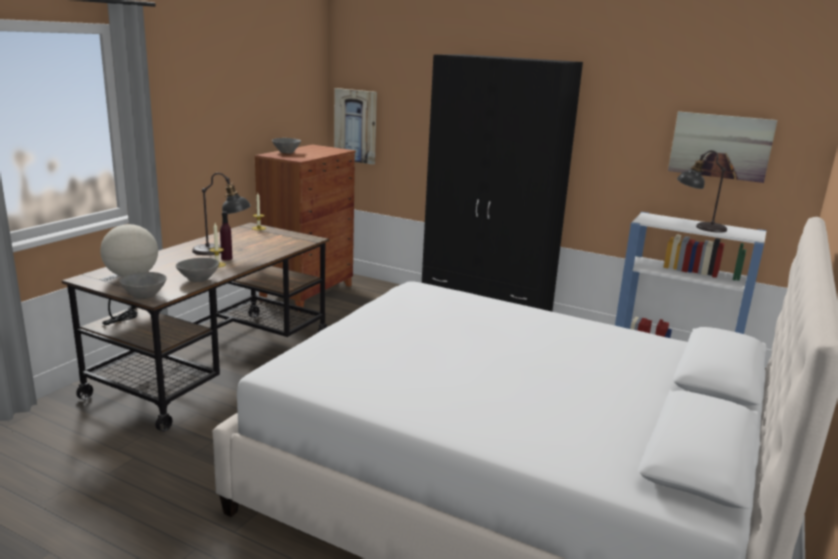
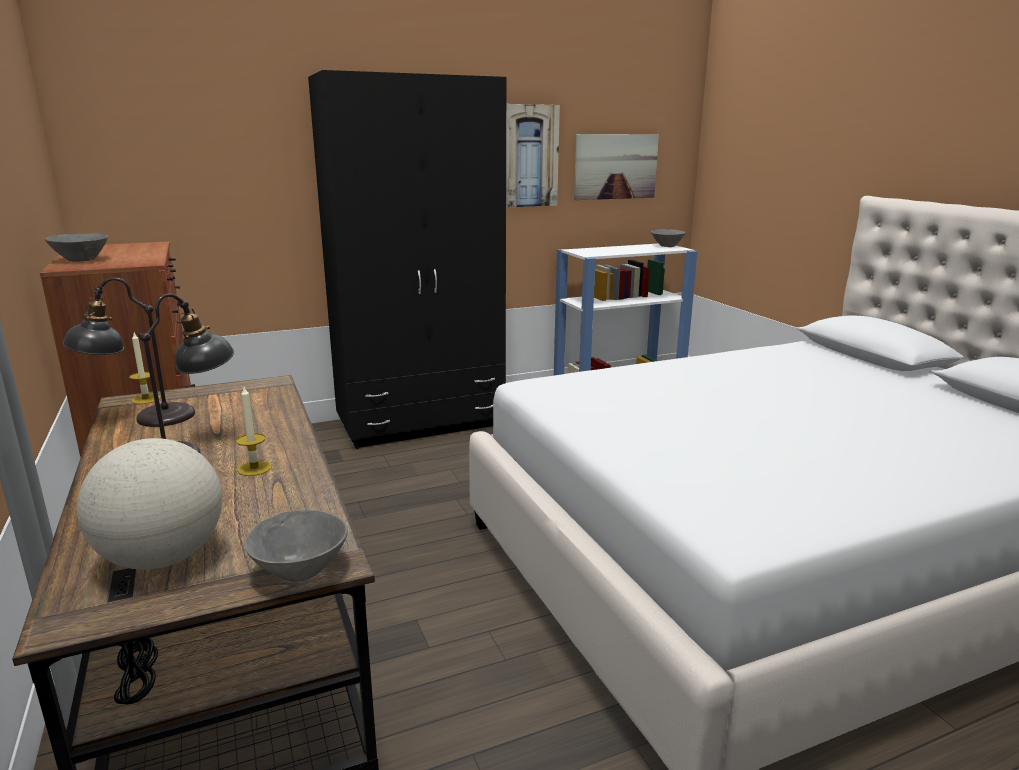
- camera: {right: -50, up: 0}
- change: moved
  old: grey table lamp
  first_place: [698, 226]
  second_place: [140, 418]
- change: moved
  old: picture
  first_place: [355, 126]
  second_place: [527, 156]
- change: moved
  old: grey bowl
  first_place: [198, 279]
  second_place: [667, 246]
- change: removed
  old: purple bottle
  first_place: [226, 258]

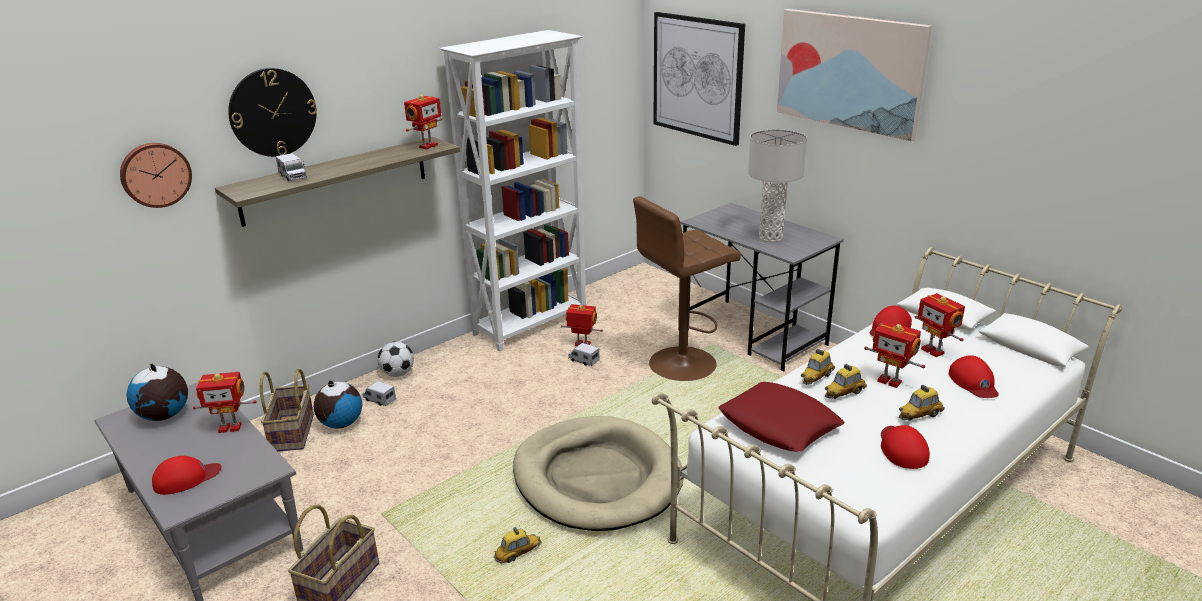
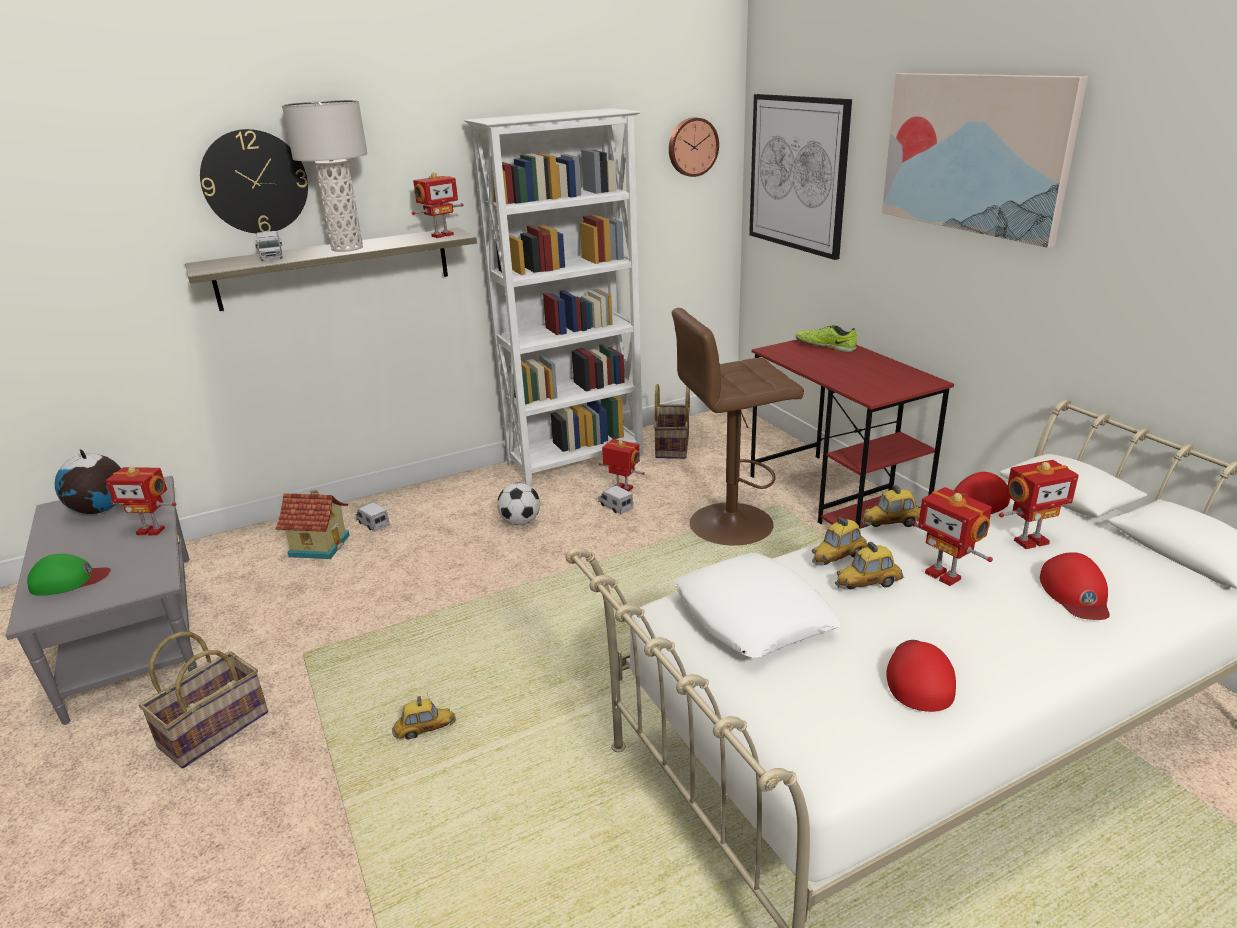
- camera: {right: 15, up: 0}
- change: recoloured
  old: red cap
  new: green cap
  first_place: [186, 478]
  second_place: [69, 580]
- change: replaced
  old: globe
  new: toy house
  first_place: [341, 424]
  second_place: [320, 545]
- change: moved
  old: white table lamp
  first_place: [771, 238]
  second_place: [346, 248]
- change: moved
  old: football
  first_place: [398, 374]
  second_place: [520, 522]
- change: moved
  old: basket
  first_place: [293, 433]
  second_place: [673, 446]
- change: moved
  old: wall clock
  first_place: [155, 174]
  second_place: [692, 147]
- change: recoloured
  old: red pillow
  new: white pillow
  first_place: [779, 425]
  second_place: [753, 615]
- change: recoloured
  old: grey desk
  new: red desk
  first_place: [753, 334]
  second_place: [835, 498]
- change: added
  new: shoe
  second_place: [825, 346]
- change: moved
  old: toy car
  first_place: [919, 416]
  second_place: [891, 524]
- change: turned
  old: toy robot
  first_place: [933, 351]
  second_place: [1029, 541]
  degrees: -90
- change: removed
  old: beige dog bed
  first_place: [596, 478]

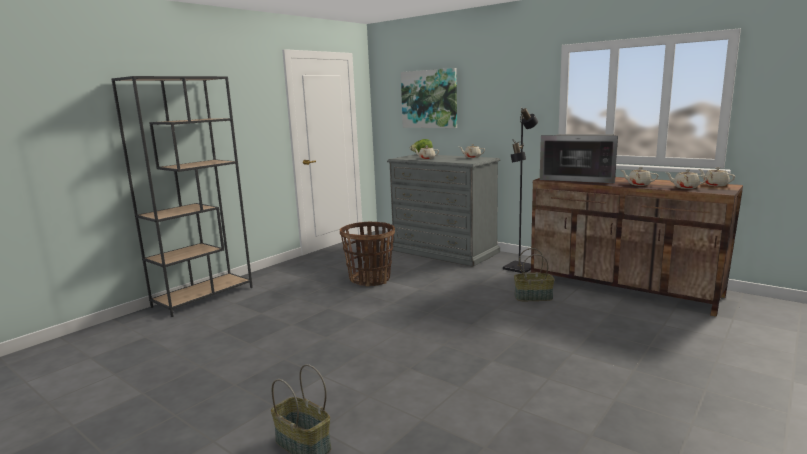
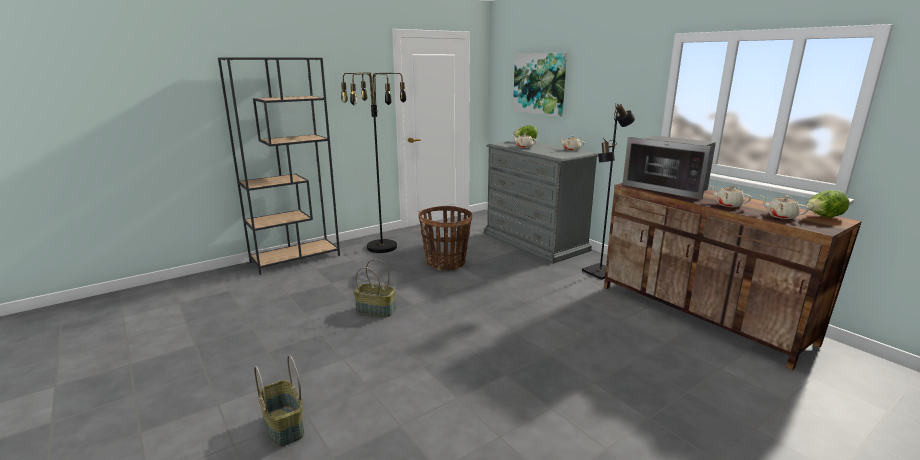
- camera: {right: 15, up: 5}
- change: added
  new: floor lamp
  second_place: [381, 247]
- change: moved
  old: basket
  first_place: [533, 297]
  second_place: [376, 310]
- change: replaced
  old: beige teapot
  new: lettuce
  first_place: [715, 185]
  second_place: [823, 217]

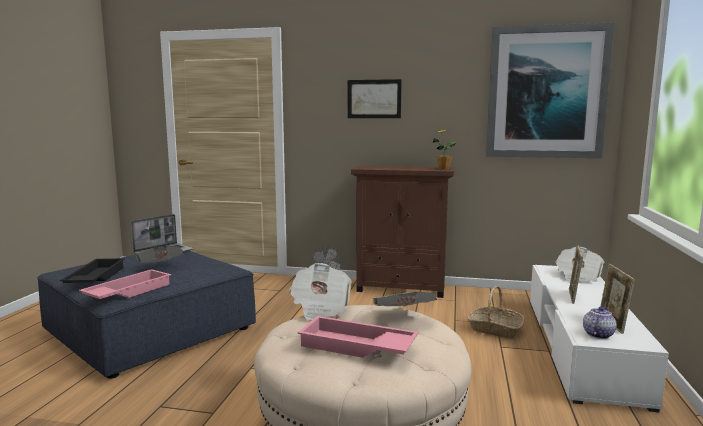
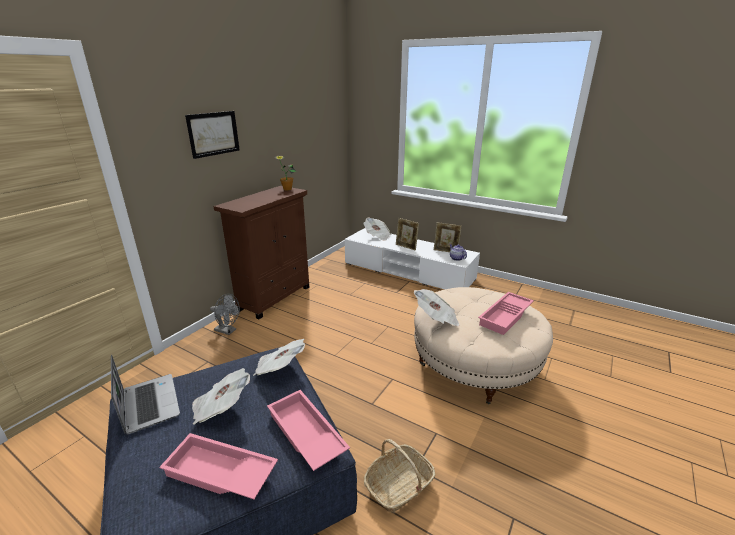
- camera: {right: -70, up: 15}
- change: recoloured
  old: black tray
  new: pink tray
  first_place: [94, 278]
  second_place: [219, 474]
- change: moved
  old: newspaper
  first_place: [403, 317]
  second_place: [280, 368]
- change: moved
  old: basket
  first_place: [495, 329]
  second_place: [399, 485]
- change: removed
  old: picture
  first_place: [546, 93]

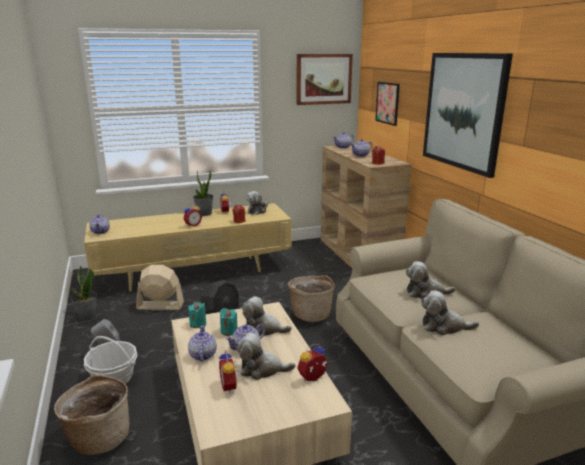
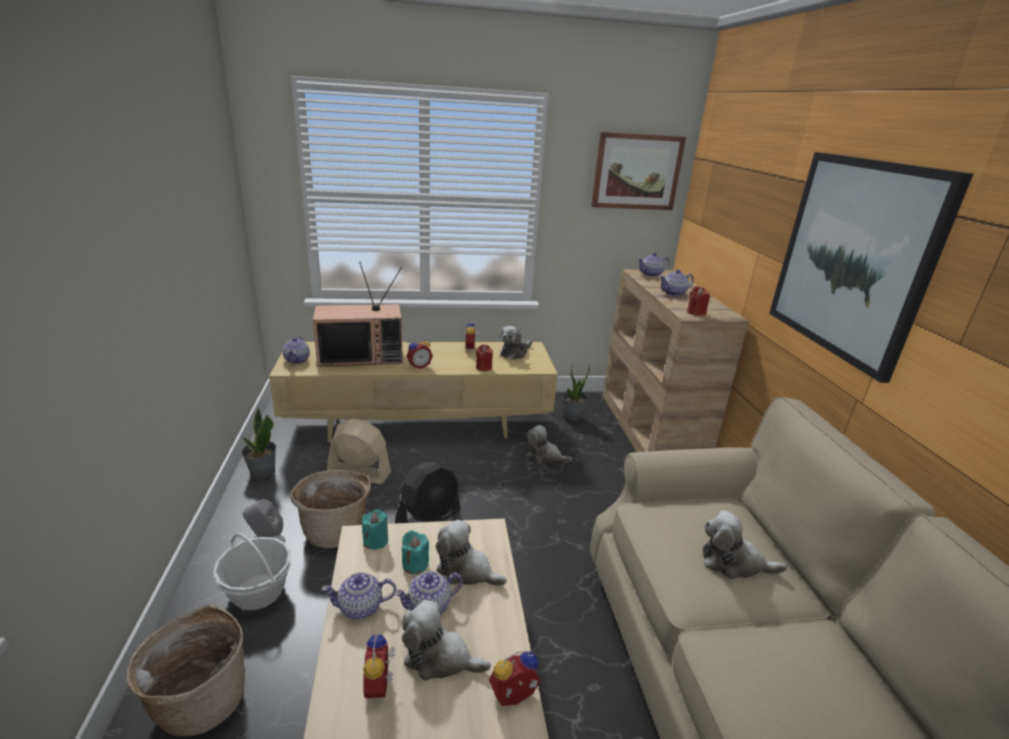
- camera: {right: 10, up: 5}
- change: moved
  old: basket
  first_place: [311, 314]
  second_place: [336, 530]
- change: added
  new: television
  second_place: [362, 356]
- change: turned
  old: teapot
  first_place: [202, 355]
  second_place: [361, 607]
  degrees: -105
- change: moved
  old: plush toy
  first_place: [444, 326]
  second_place: [544, 456]
- change: moved
  old: potted plant
  first_place: [204, 213]
  second_place: [572, 416]
- change: removed
  old: picture
  first_place: [387, 103]

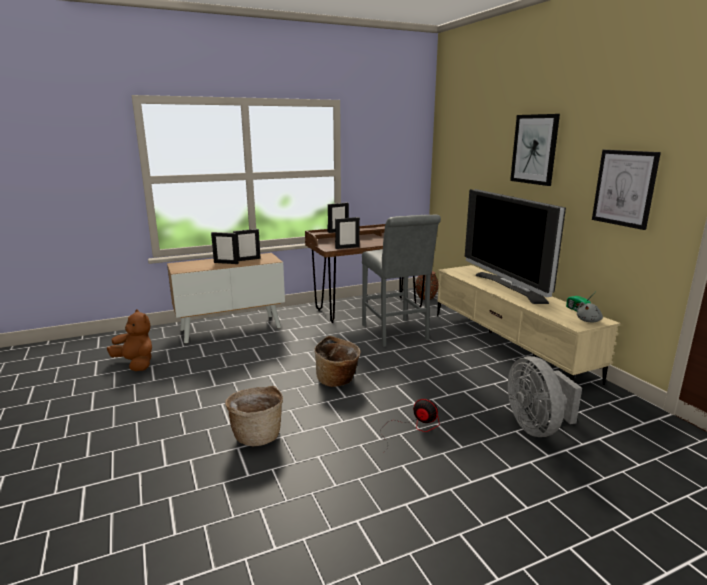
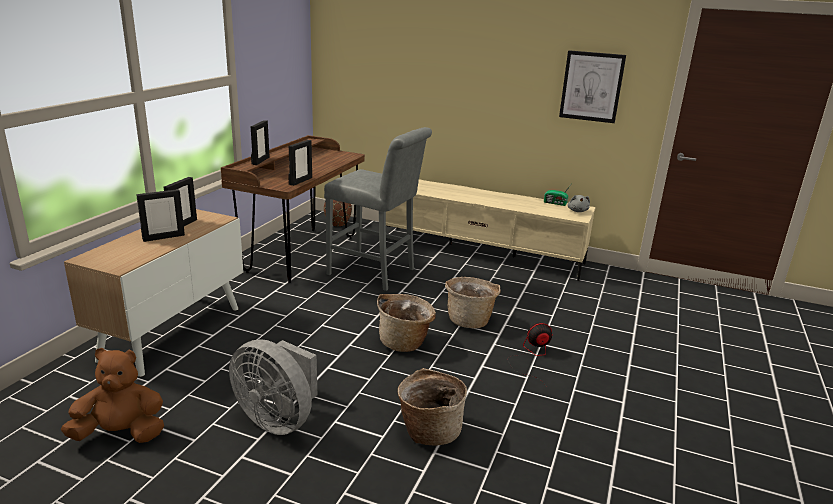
- camera: {right: -45, up: 5}
- change: moved
  old: grey fan
  first_place: [537, 427]
  second_place: [278, 419]
- change: added
  new: basket
  second_place: [470, 320]
- change: removed
  old: television
  first_place: [509, 287]
- change: removed
  old: picture
  first_place: [534, 149]

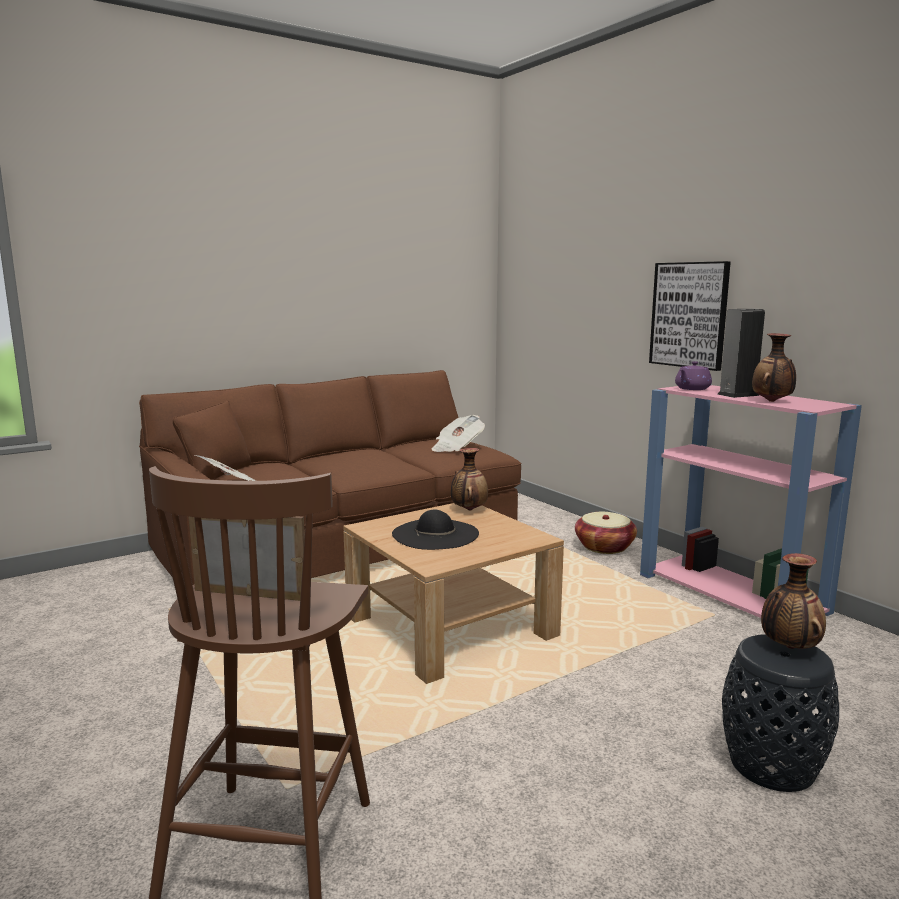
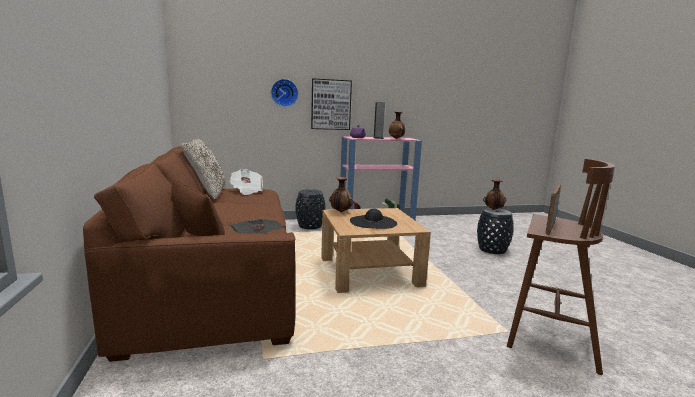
- camera: {right: -70, up: 0}
- change: added
  new: beige pillow
  second_place: [207, 192]
- change: added
  new: wall clock
  second_place: [284, 93]
- change: replaced
  old: basket
  new: black stool
  first_place: [604, 547]
  second_place: [310, 226]

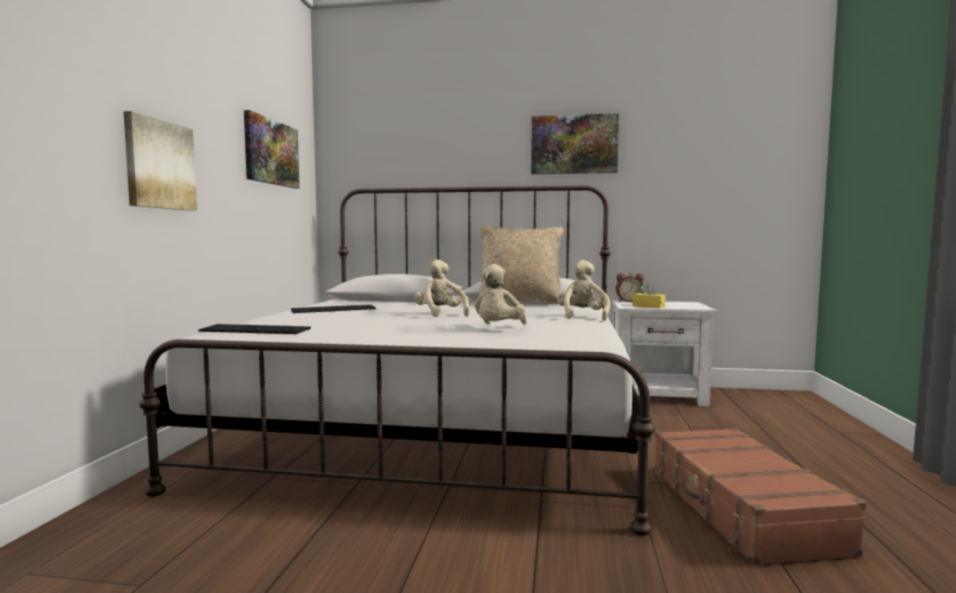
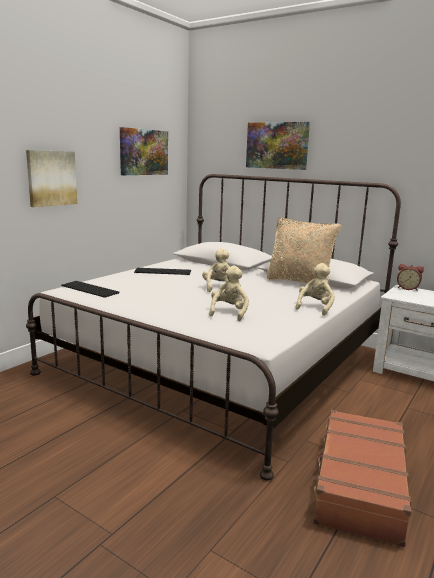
- camera: {right: 25, up: 10}
- change: turned
  old: beige plush toy
  first_place: [498, 329]
  second_place: [229, 313]
  degrees: 150
- change: moved
  old: picture
  first_place: [574, 144]
  second_place: [277, 145]
- change: removed
  old: yellow tissue box
  first_place: [648, 306]

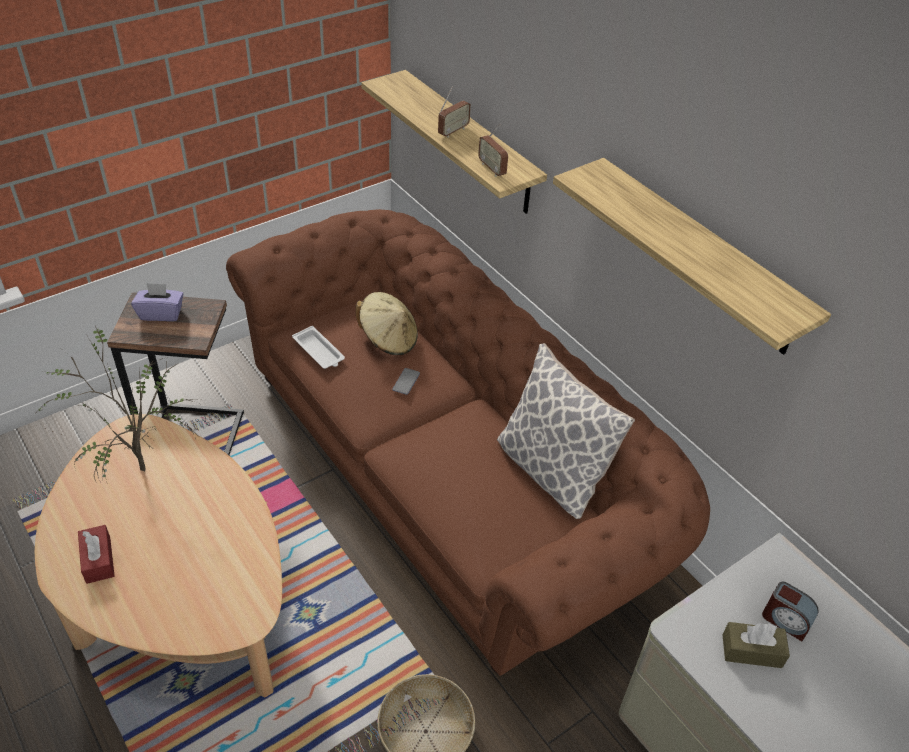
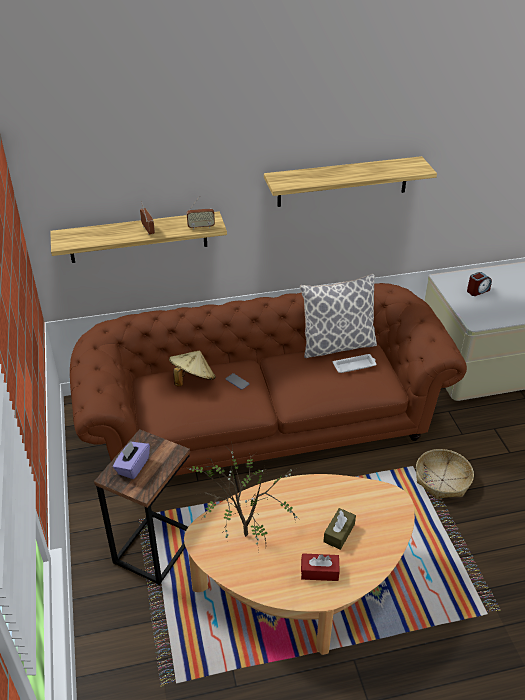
- camera: {right: -65, up: -5}
- change: moved
  old: brown tissue box
  first_place: [751, 651]
  second_place: [339, 533]
- change: moved
  old: white tray
  first_place: [319, 351]
  second_place: [355, 366]

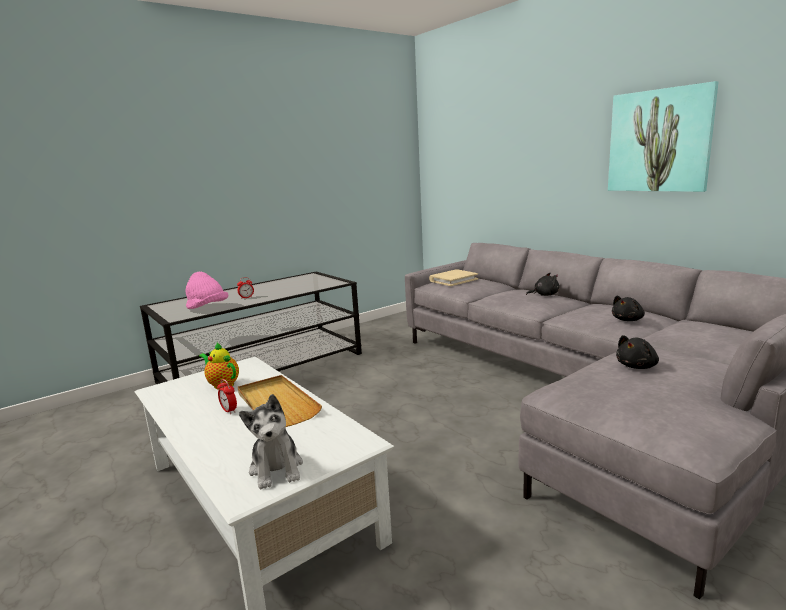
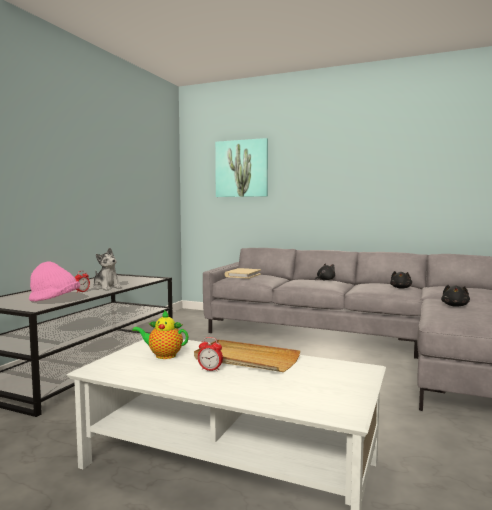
- camera: {right: -30, up: -10}
- change: moved
  old: plush toy
  first_place: [277, 468]
  second_place: [107, 287]
- change: moved
  old: picture
  first_place: [659, 141]
  second_place: [241, 168]

